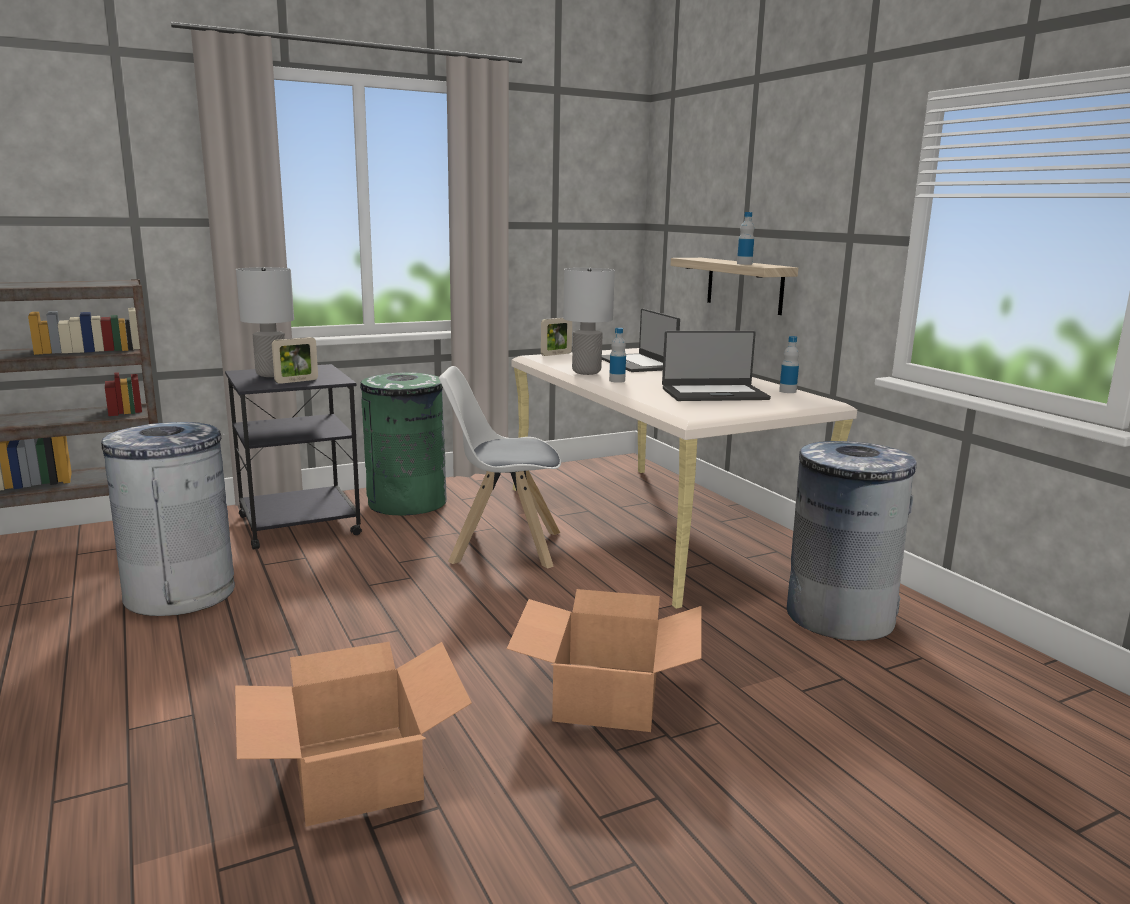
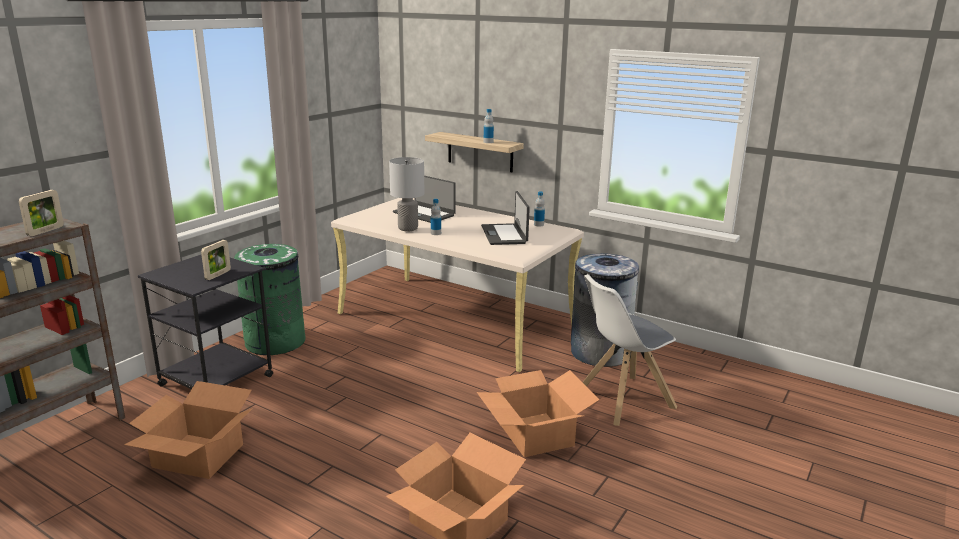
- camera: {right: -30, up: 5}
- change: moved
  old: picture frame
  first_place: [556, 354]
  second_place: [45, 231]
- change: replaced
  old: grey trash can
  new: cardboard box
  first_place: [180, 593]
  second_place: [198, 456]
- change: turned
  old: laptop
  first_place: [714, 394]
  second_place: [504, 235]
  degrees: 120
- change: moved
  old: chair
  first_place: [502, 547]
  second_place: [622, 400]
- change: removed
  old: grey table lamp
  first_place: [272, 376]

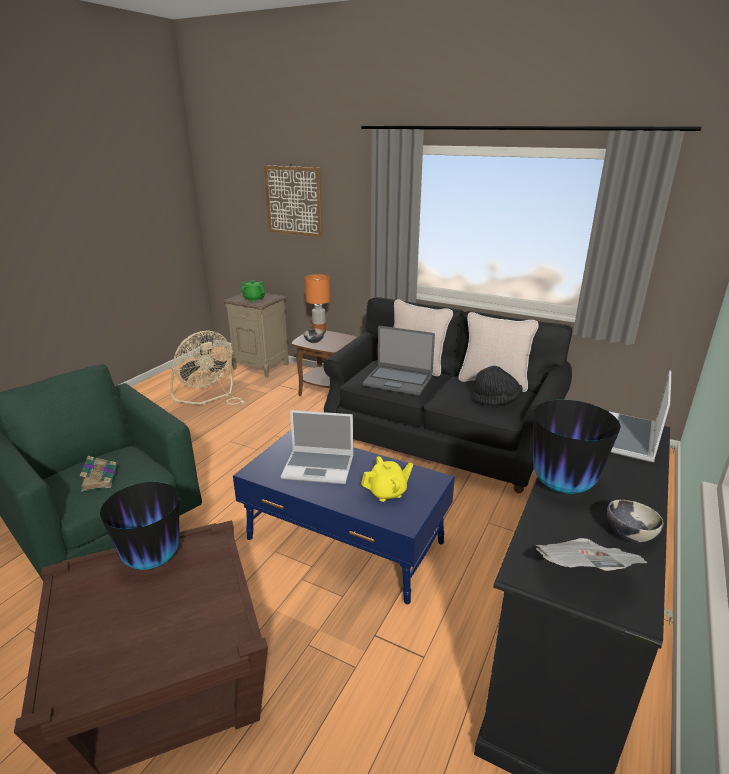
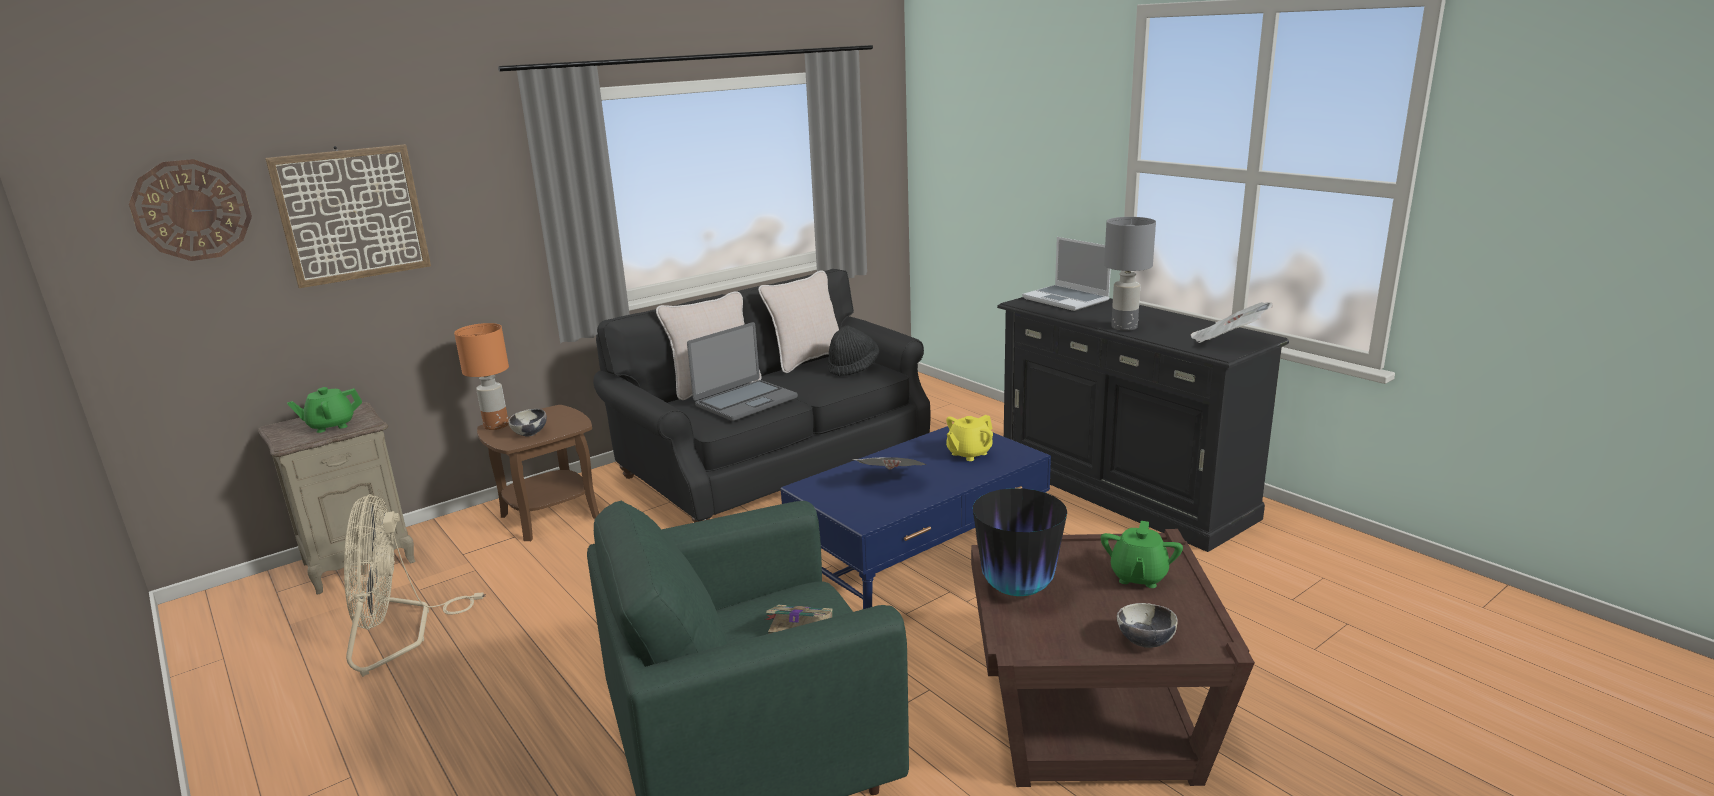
- camera: {right: -65, up: -5}
- change: added
  new: wall clock
  second_place: [192, 210]
- change: replaced
  old: laptop
  new: newspaper
  first_place: [319, 467]
  second_place: [891, 480]
- change: turned
  old: yellow teapot
  first_place: [387, 492]
  second_place: [968, 453]
  degrees: -135
- change: added
  new: green teapot
  second_place: [1138, 576]
- change: replaced
  old: vase
  new: grey table lamp
  first_place: [562, 486]
  second_place: [1124, 327]
- change: moved
  old: bowl
  first_place: [629, 535]
  second_place: [1145, 642]

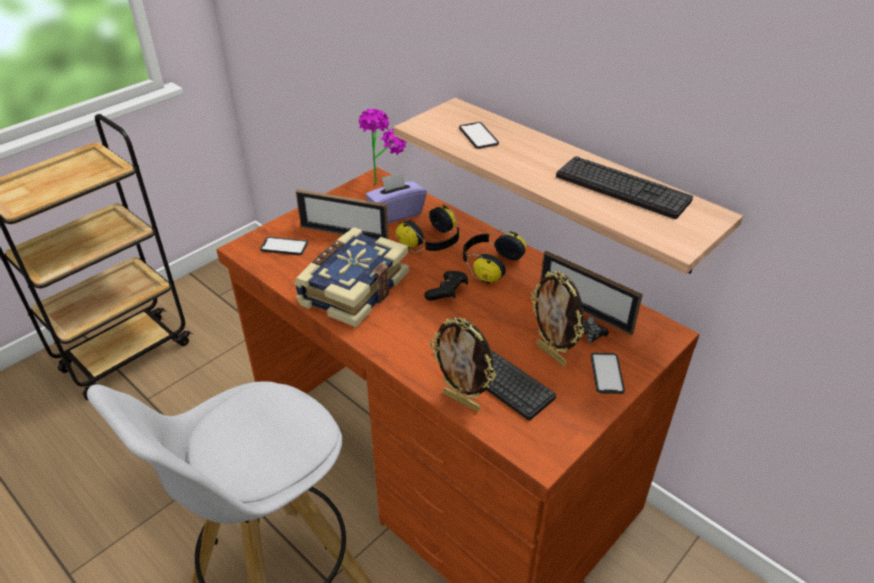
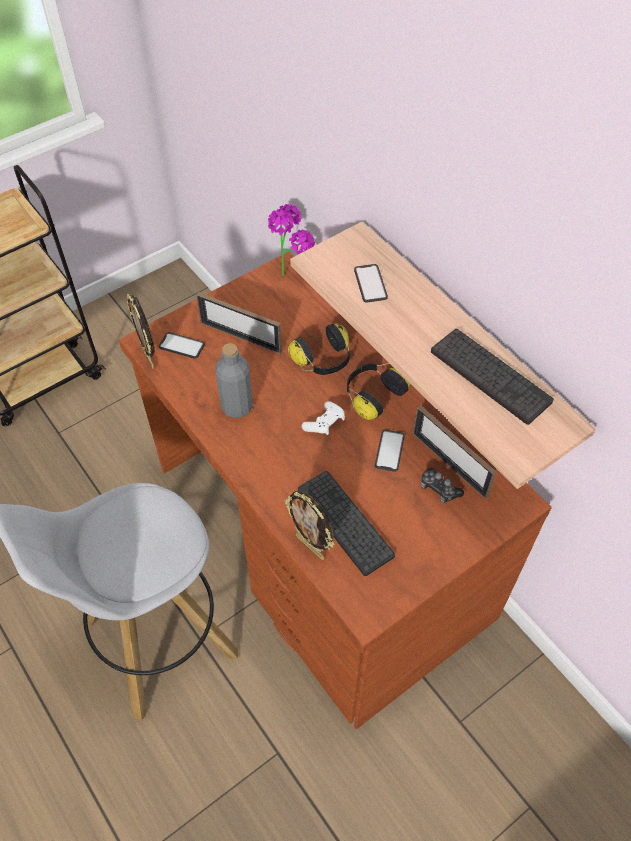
- camera: {right: 10, up: 15}
- change: moved
  old: picture frame
  first_place: [552, 354]
  second_place: [149, 357]
- change: replaced
  old: book
  new: grey bottle
  first_place: [352, 289]
  second_place: [237, 406]
- change: recoloured
  old: black game controller
  new: white game controller
  first_place: [447, 293]
  second_place: [325, 424]
- change: moved
  old: phone
  first_place: [607, 374]
  second_place: [389, 451]
- change: removed
  old: purple tissue box
  first_place: [396, 213]

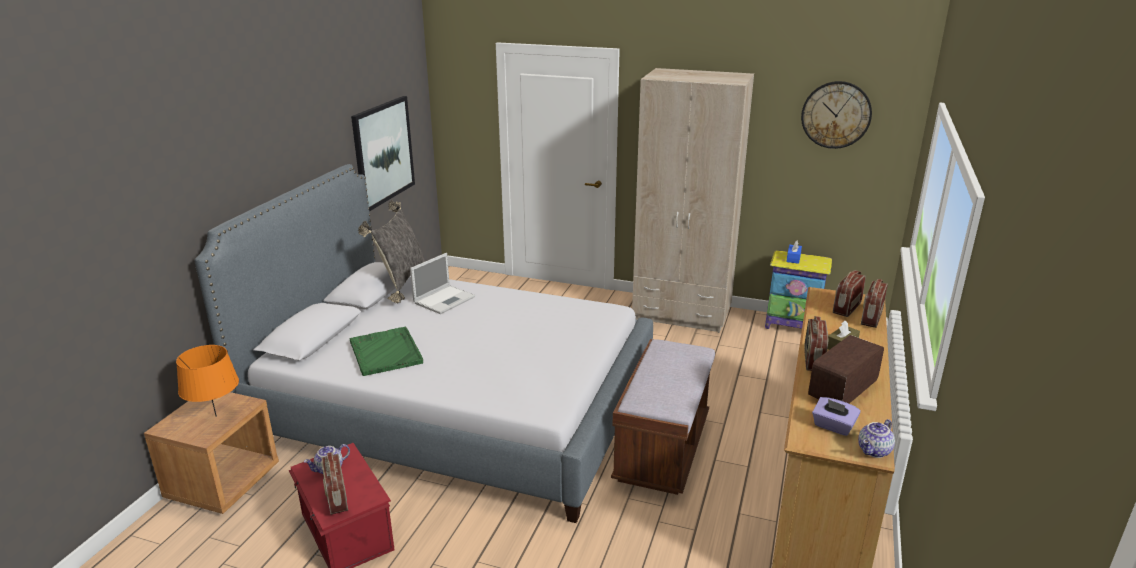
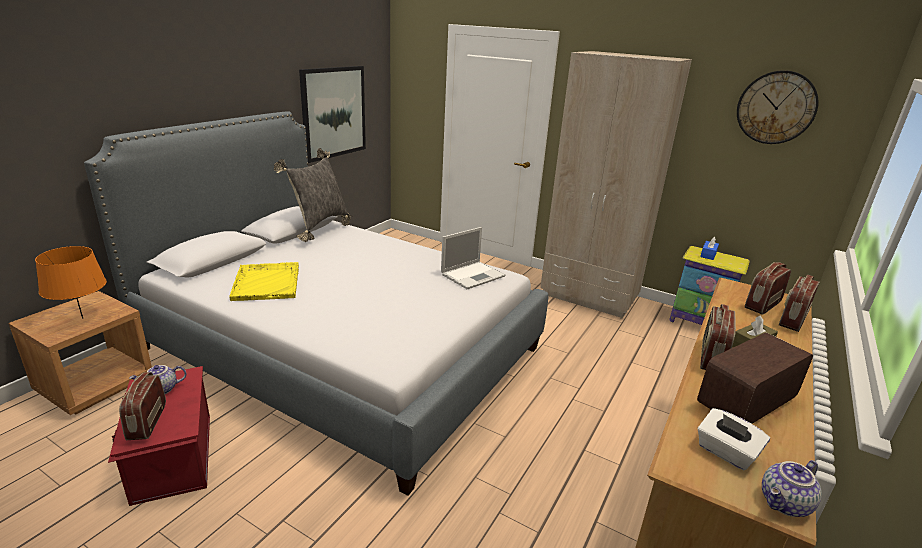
- camera: {right: 10, up: 0}
- change: recoloured
  old: green tray
  new: yellow tray
  first_place: [385, 352]
  second_place: [267, 282]
- change: moved
  old: laptop
  first_place: [445, 299]
  second_place: [473, 275]
- change: recoloured
  old: purple tissue box
  new: white tissue box
  first_place: [833, 426]
  second_place: [726, 452]
- change: removed
  old: brown bench
  first_place: [662, 449]

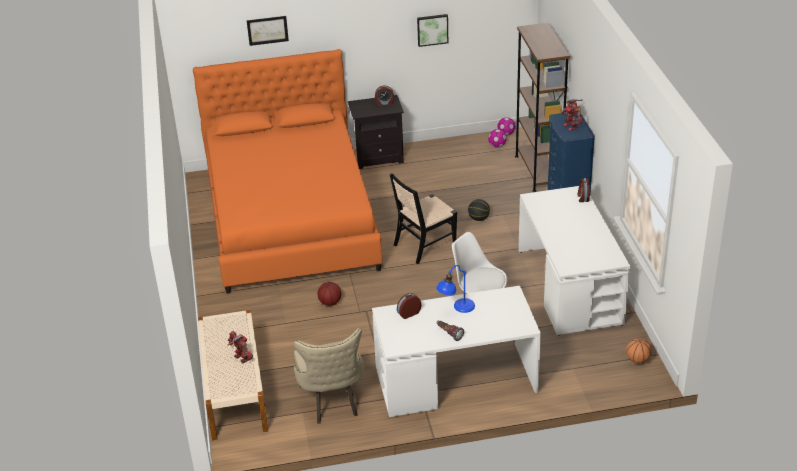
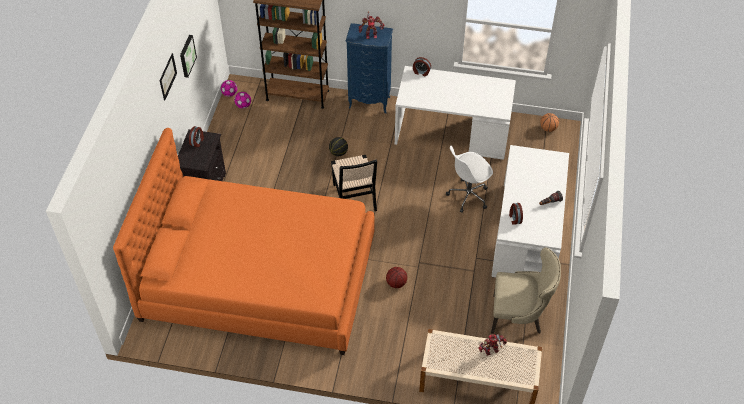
- camera: {right: -70, up: 15}
- change: moved
  old: picture
  first_place: [267, 30]
  second_place: [167, 76]
- change: removed
  old: blue table lamp
  first_place: [456, 309]

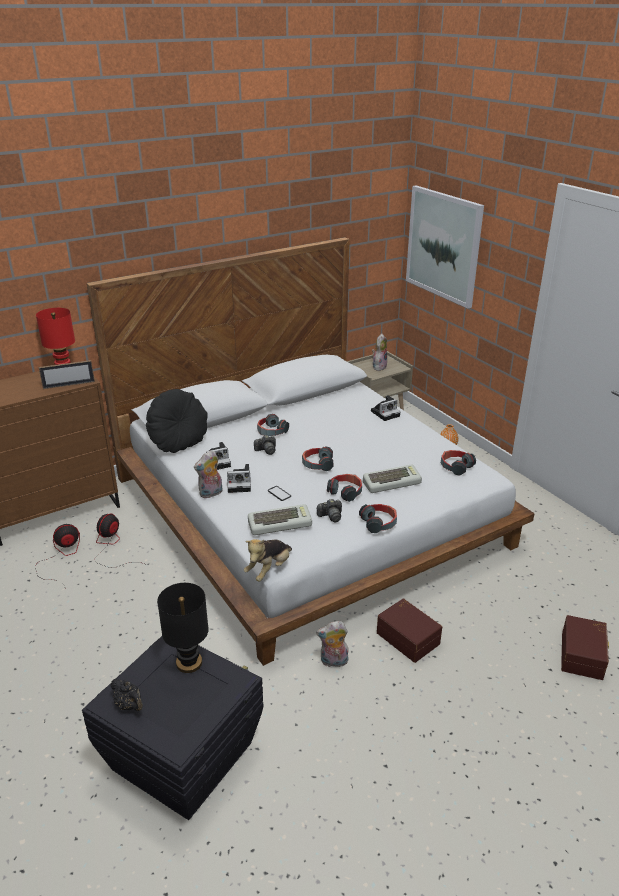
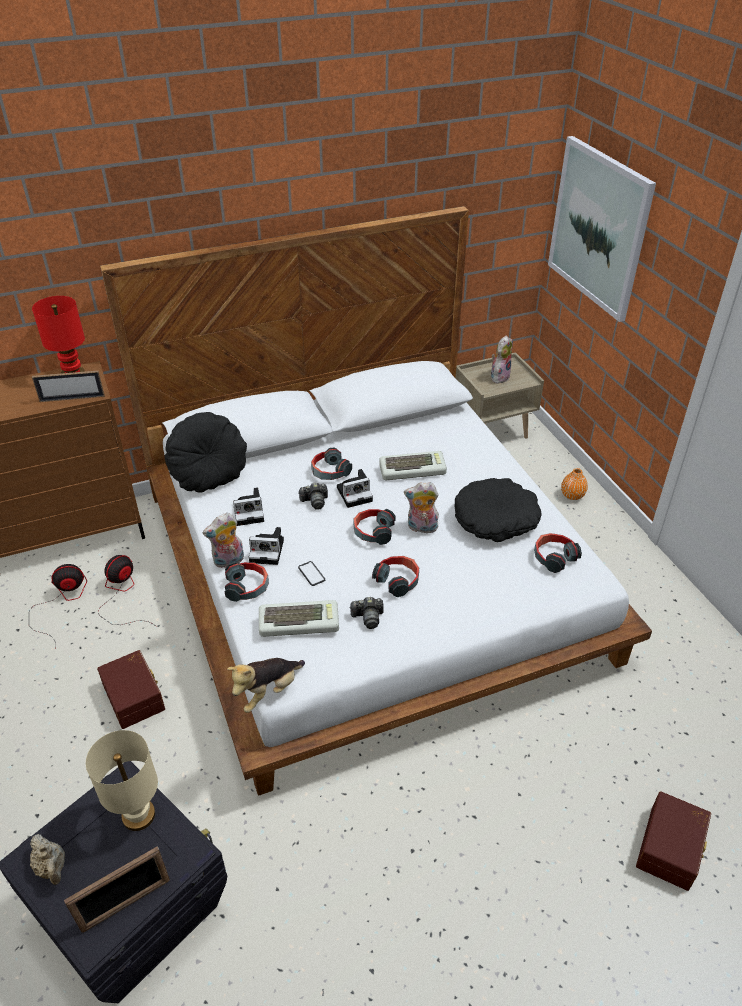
- camera: {right: 10, up: 10}
- change: recoloured
  old: black teapot
  new: beige teapot
  first_place: [129, 705]
  second_place: [52, 867]
- change: added
  new: picture frame
  second_place: [126, 904]
- change: recoloured
  old: black table lamp
  new: beige table lamp
  first_place: [188, 662]
  second_place: [138, 814]
- change: moved
  old: brown storage box
  first_place: [409, 637]
  second_place: [135, 696]
- change: moved
  old: headphones
  first_place: [379, 523]
  second_place: [247, 587]
- change: moved
  old: photo camera
  first_place: [386, 413]
  second_place: [355, 493]
- change: moved
  old: keyboard
  first_place: [391, 482]
  second_place: [413, 469]
- change: moved
  old: plush toy
  first_place: [333, 662]
  second_place: [421, 528]
- change: added
  new: black pillow
  second_place: [494, 518]

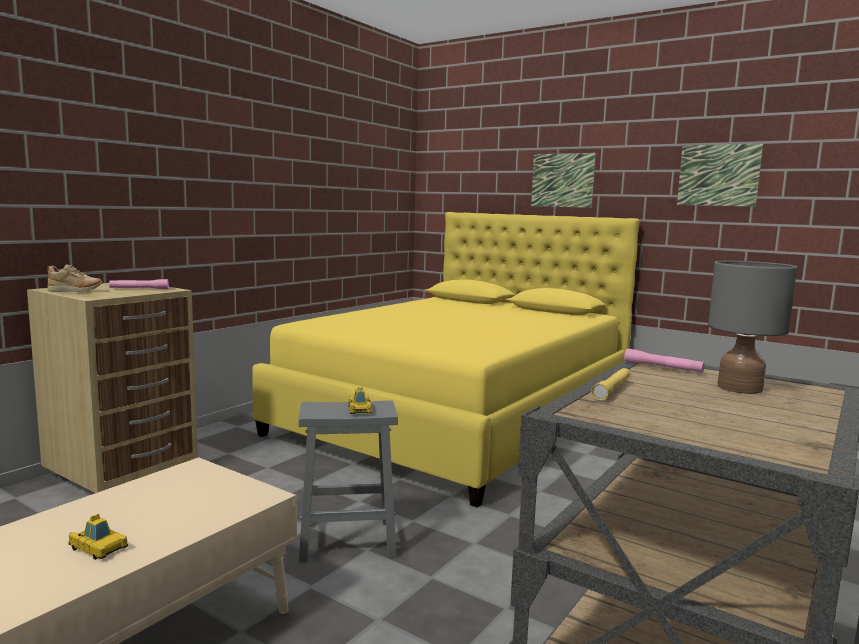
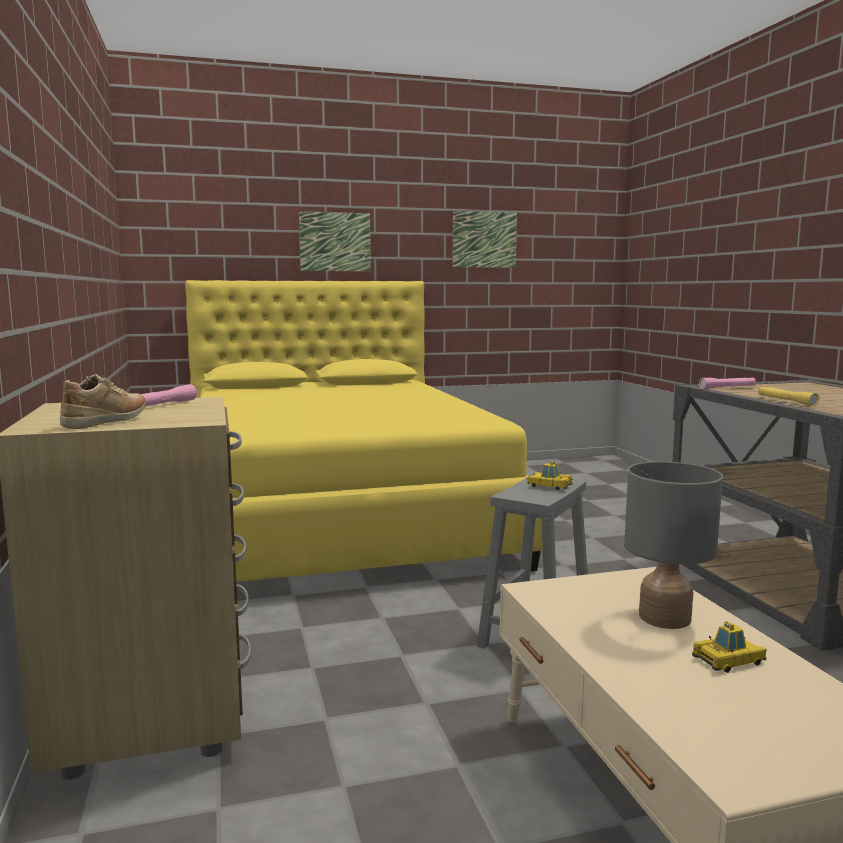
- camera: {right: -50, up: 0}
- change: moved
  old: grey table lamp
  first_place: [740, 388]
  second_place: [665, 617]

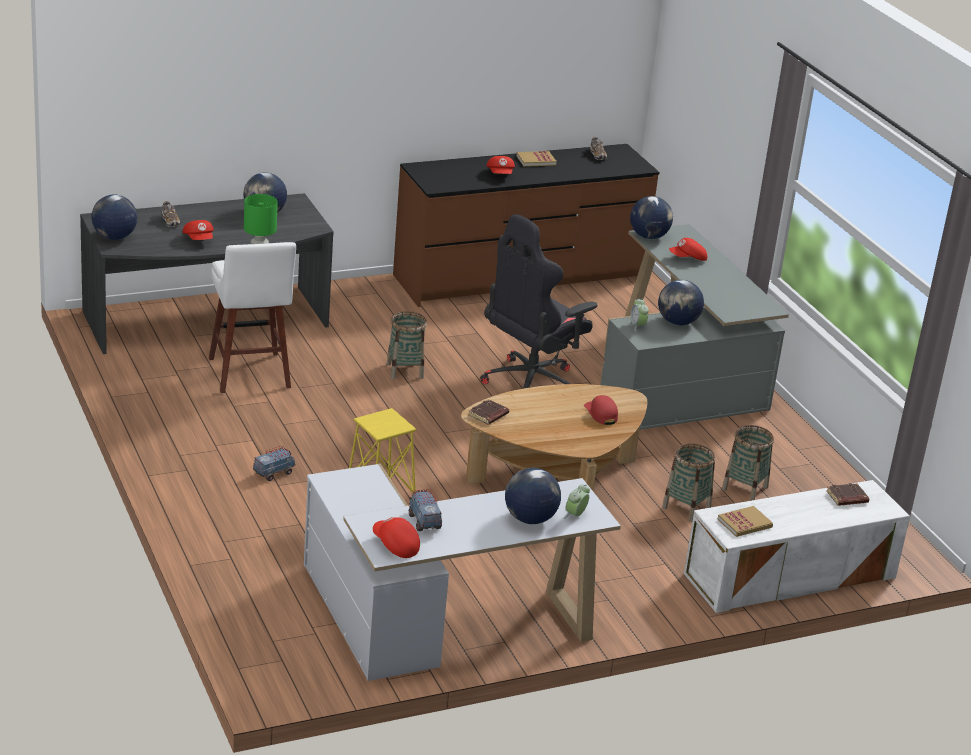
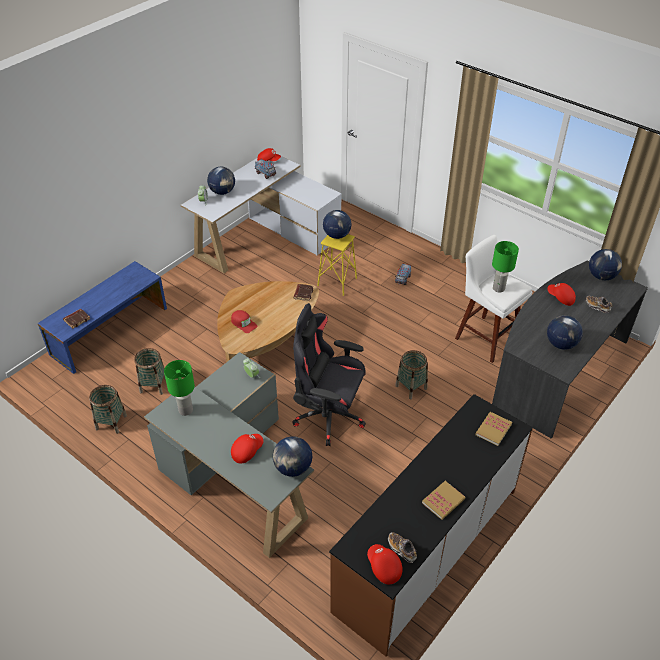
- camera: {right: 155, up: 15}
- change: recoloured
  old: white bench
  new: blue bench
  first_place: [790, 577]
  second_place: [109, 330]
- change: moved
  old: basket
  first_place: [686, 508]
  second_place: [111, 422]
- change: added
  new: green table lamp
  second_place: [185, 410]
- change: turned
  old: black office chair
  first_place: [531, 383]
  second_place: [330, 417]
  degrees: -90
- change: moved
  old: globe
  first_place: [677, 322]
  second_place: [337, 235]
- change: moved
  old: red cap
  first_place: [500, 174]
  second_place: [383, 567]
- change: moved
  old: book
  first_place: [744, 523]
  second_place: [493, 429]

